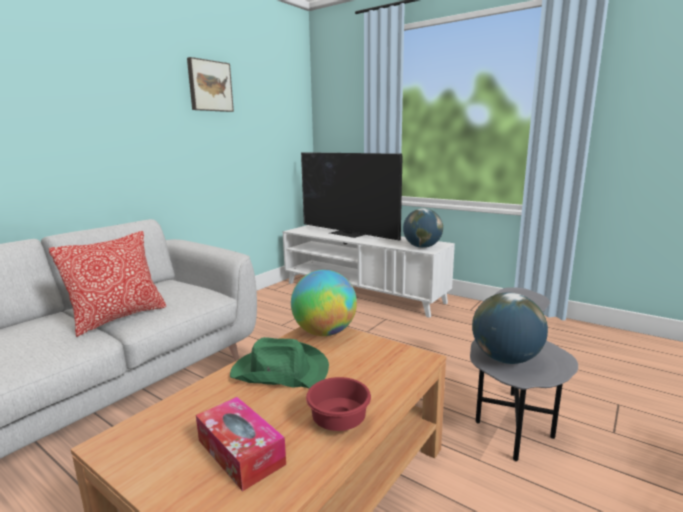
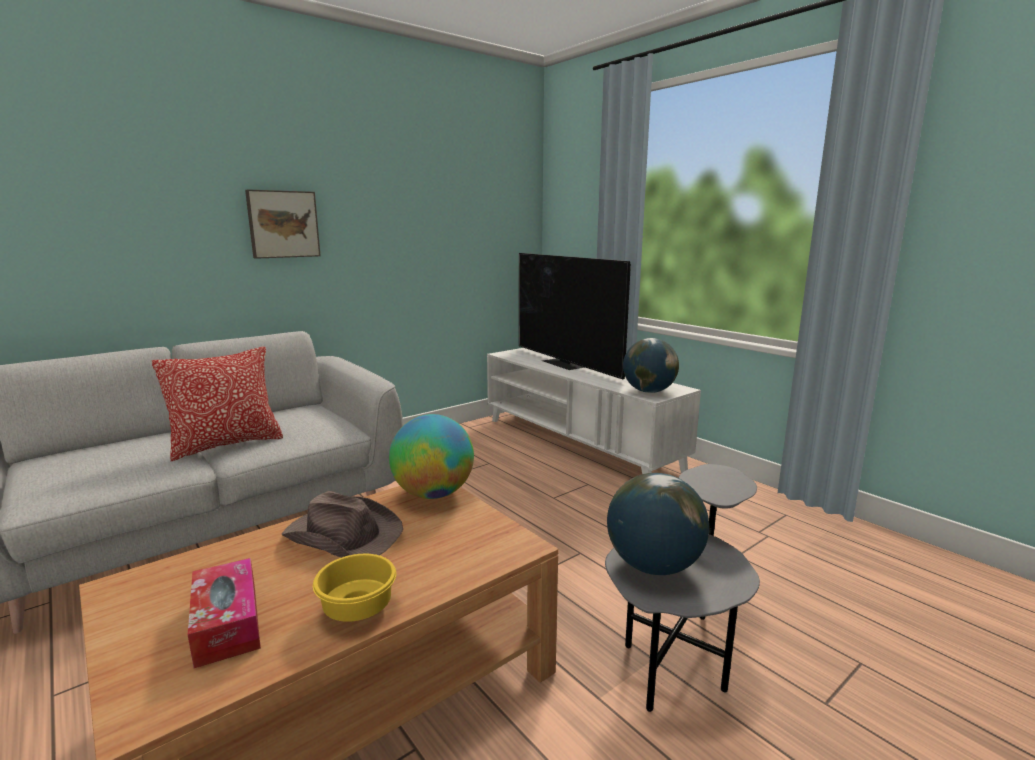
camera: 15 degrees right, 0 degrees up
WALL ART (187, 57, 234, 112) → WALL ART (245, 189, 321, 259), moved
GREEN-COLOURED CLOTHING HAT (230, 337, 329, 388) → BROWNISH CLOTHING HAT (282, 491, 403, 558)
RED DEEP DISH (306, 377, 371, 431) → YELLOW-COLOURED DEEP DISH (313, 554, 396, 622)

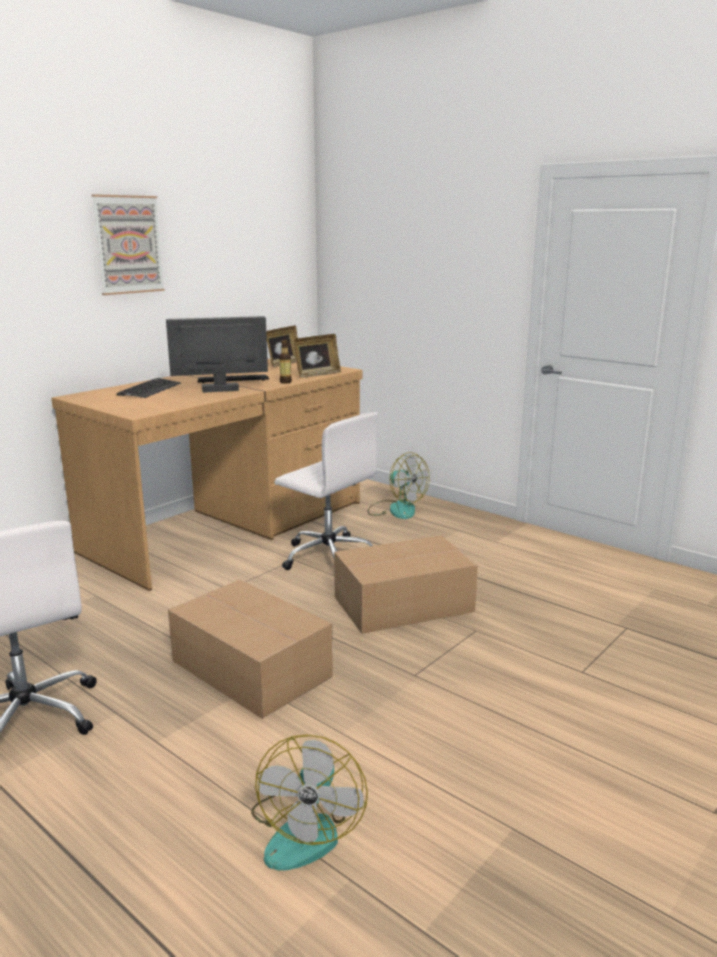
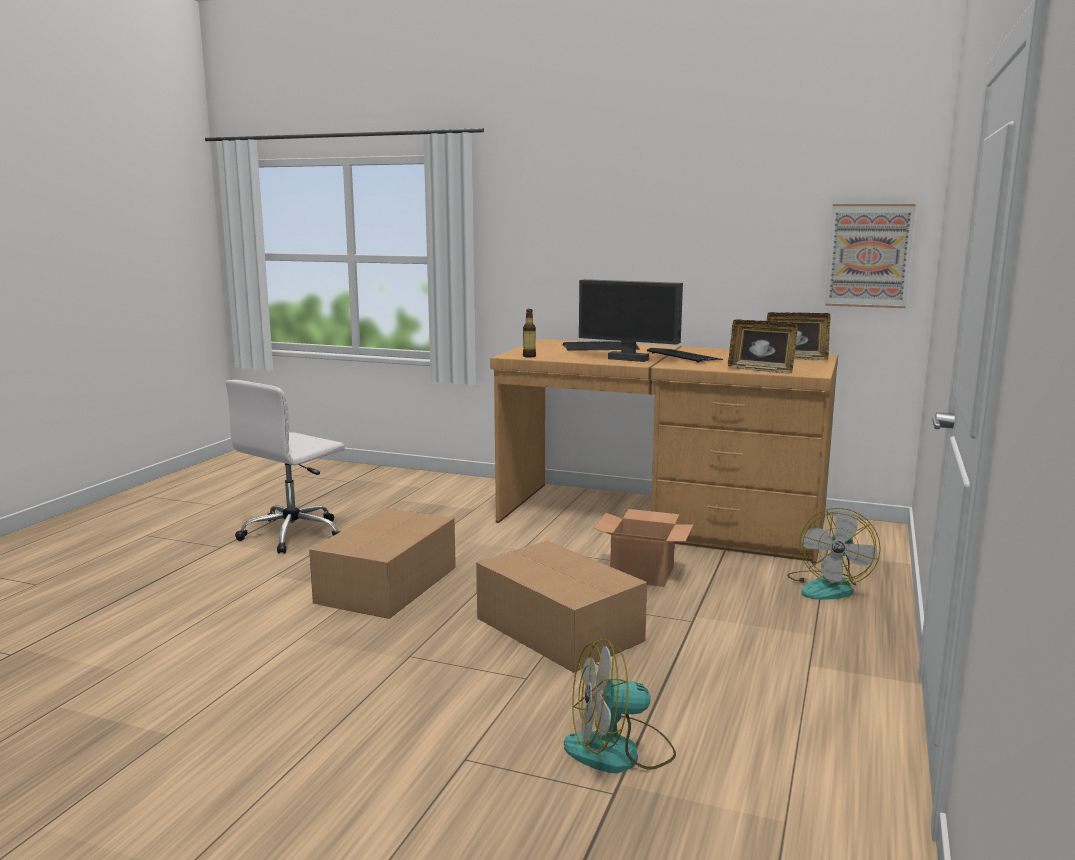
camera: 70 degrees right, 5 degrees down
WALL ART (92, 194, 165, 295) → WALL ART (825, 204, 916, 308), moved
COMPUTER SCREEN (166, 316, 268, 393) → COMPUTER SCREEN (579, 279, 683, 362), 150 degrees clockwise
BEVERAGE BOTTLE (279, 340, 292, 384) → BEVERAGE BOTTLE (523, 309, 536, 357), moved
WHITE-COLOURED COMPUTER CHAIR (275, 412, 378, 570) → PACKING BOX (594, 509, 693, 587)
COOLING FAN (251, 735, 368, 871) → COOLING FAN (564, 638, 676, 773), moved

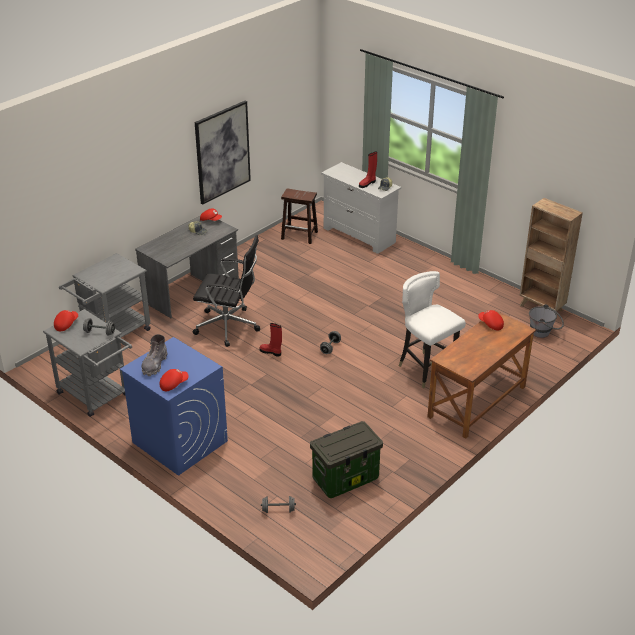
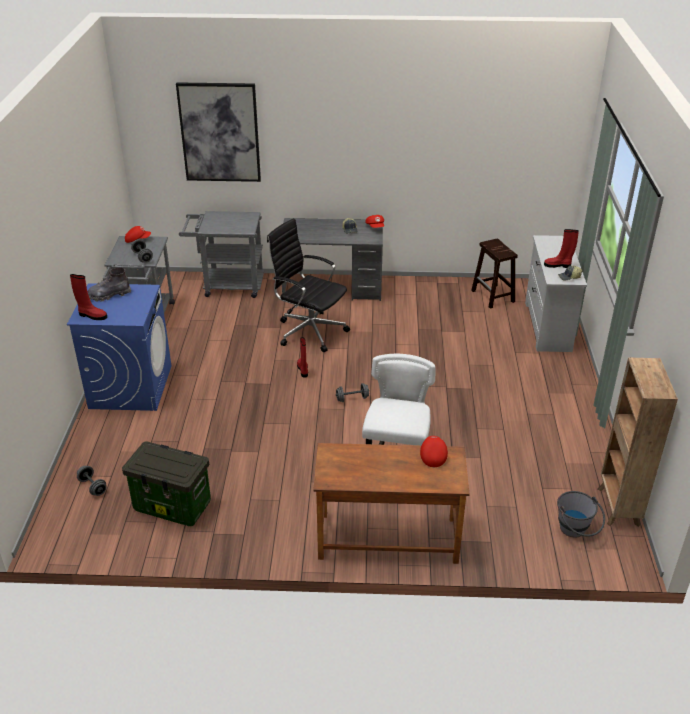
camera: 50 degrees right, 0 degrees up
WALL ART (195, 101, 251, 205) → WALL ART (176, 82, 261, 182), moved
BLACK COMPUTER CHAIR (193, 235, 260, 347) → BLACK COMPUTER CHAIR (267, 218, 350, 352), 150 degrees clockwise
RED CAP (160, 369, 189, 391) → RED HIGH-TOP BOOT (70, 274, 107, 320)

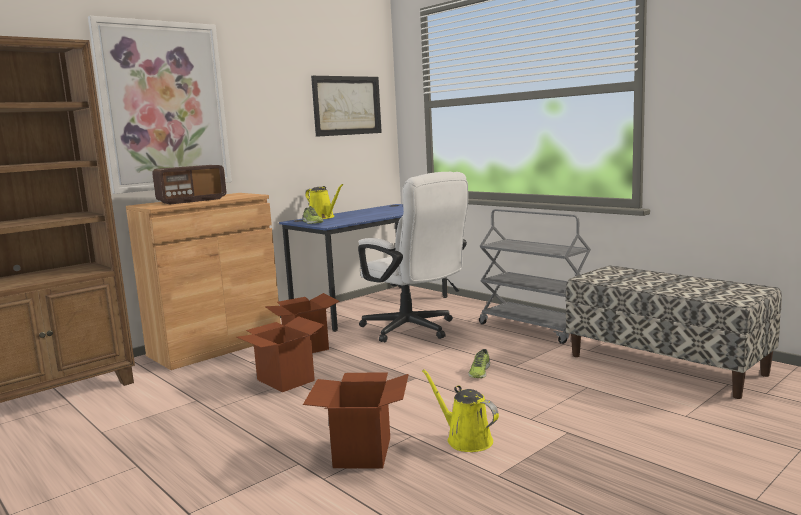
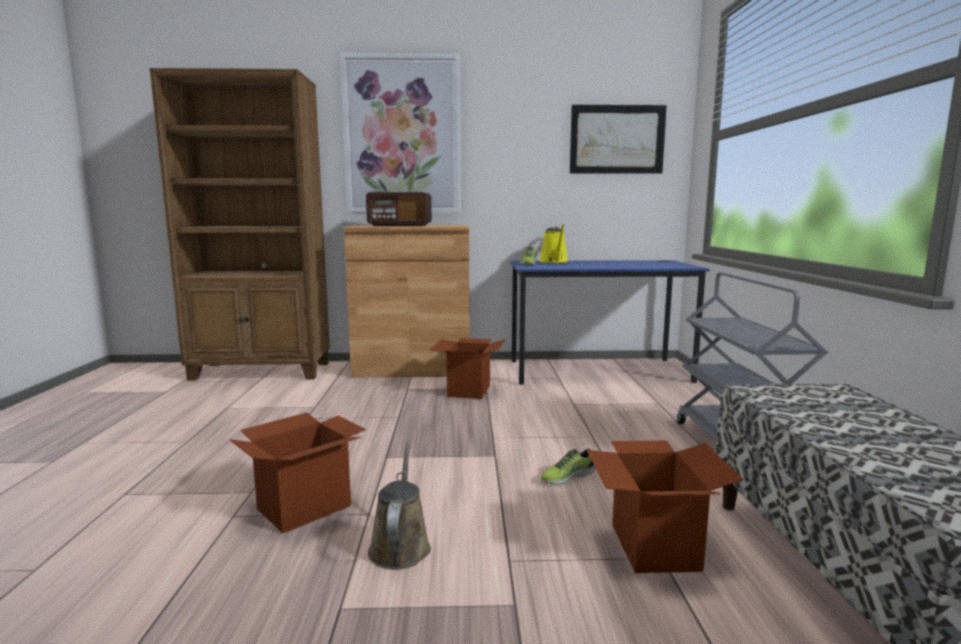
camera: 40 degrees right, 0 degrees up
WHITE-COLOURED COMPUTER CHAIR (358, 172, 468, 342) → -
PACKING BOX (236, 316, 324, 392) → PACKING BOX (586, 440, 744, 573), moved
YELLOW-COLOURED SPRINKLING CAN (422, 369, 499, 452) → BROWNISH SPRINKLING CAN (368, 440, 431, 570)

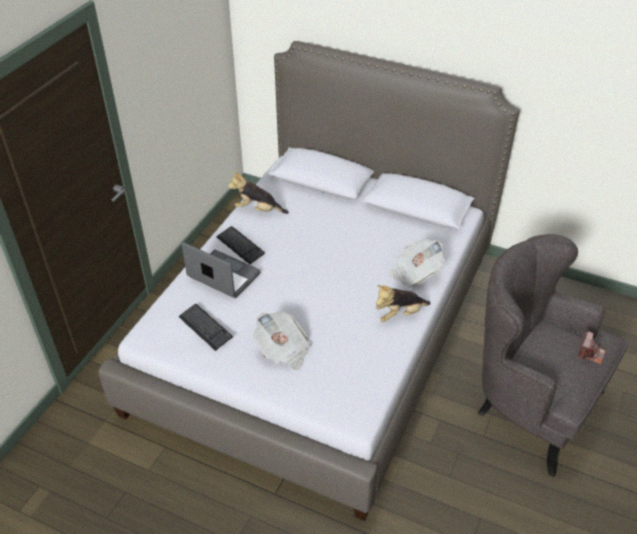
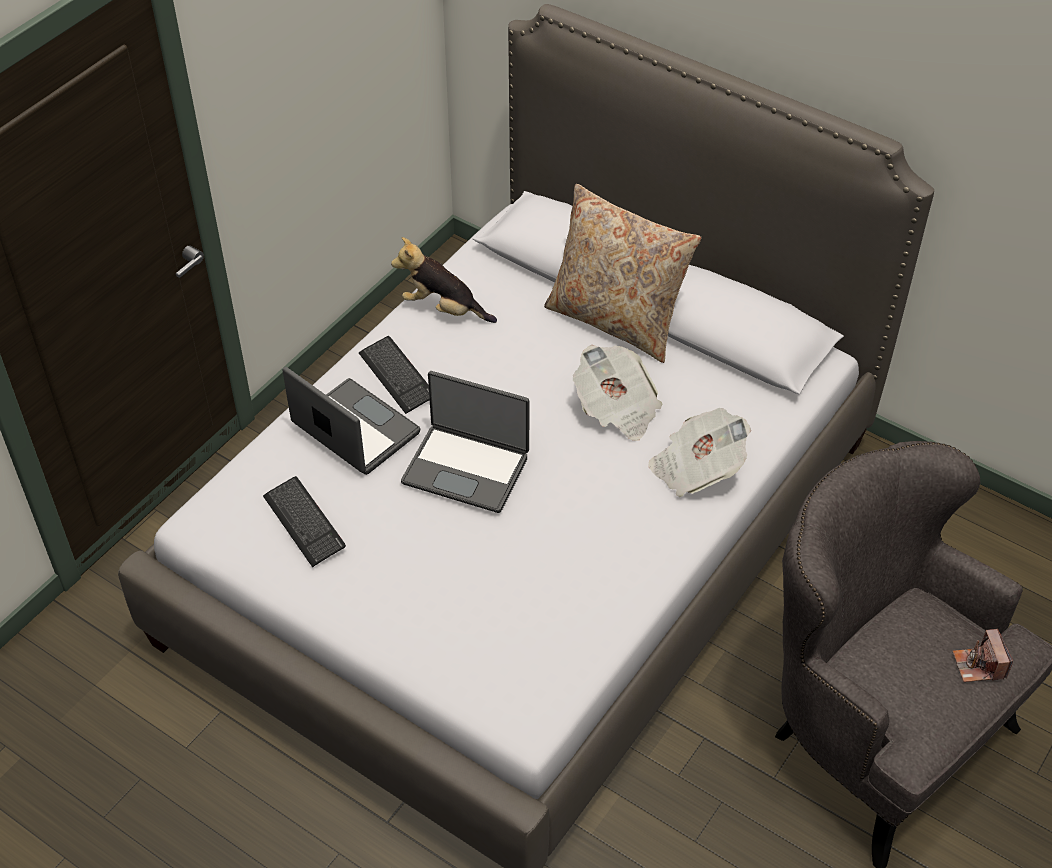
camera: 10 degrees right, 5 degrees up
SOFT TOY (376, 285, 431, 322) → -
DAILY PAPER (253, 311, 311, 370) → DAILY PAPER (573, 345, 663, 441), moved
PHOTO CAMERA (578, 331, 606, 364) → PHOTO CAMERA (953, 629, 1013, 682), 135 degrees clockwise
- → SAND-COLOURED CUSHION (544, 184, 701, 363)
- → PORTABLE COMPUTER (401, 371, 529, 513)

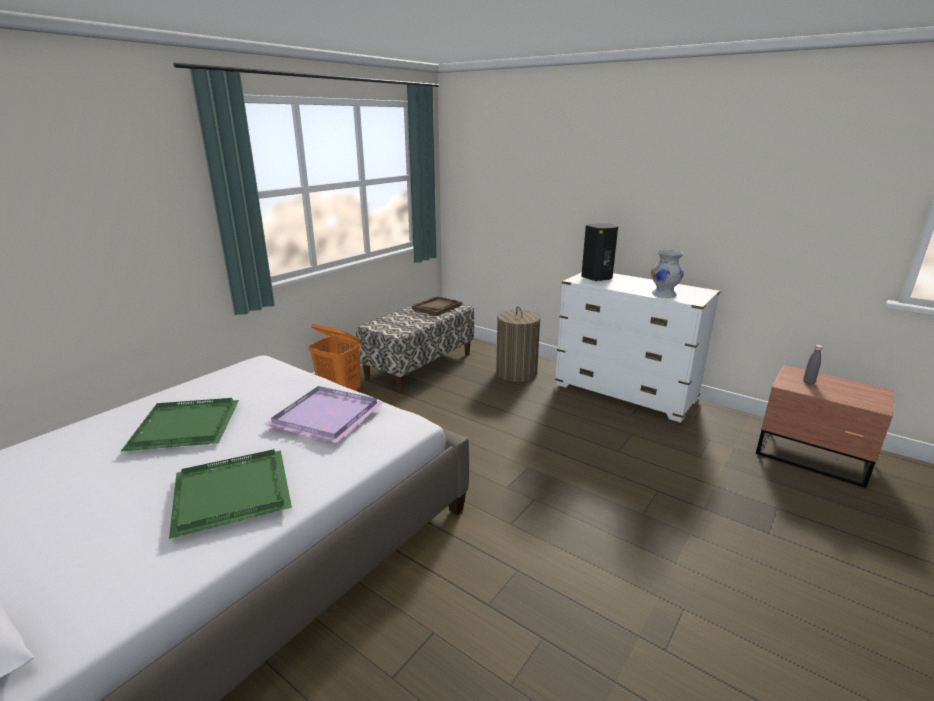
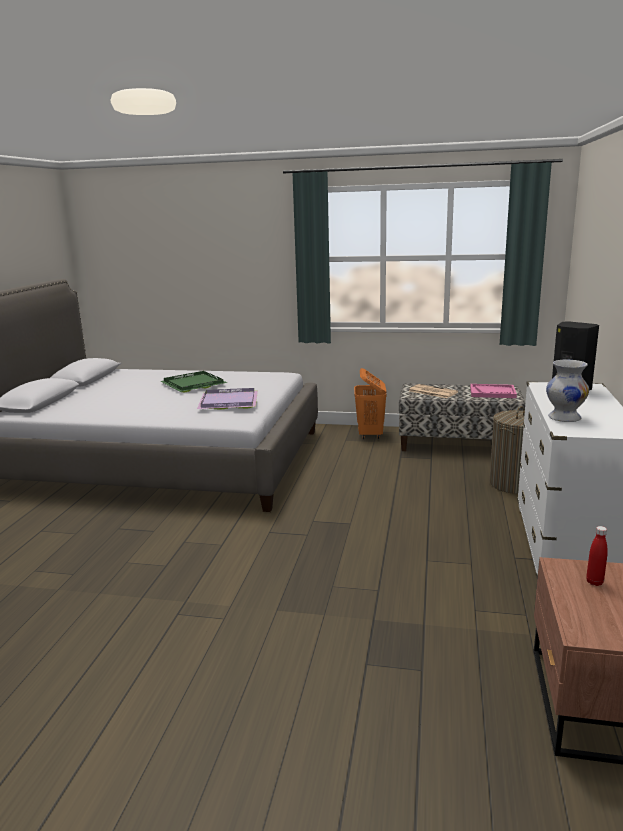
camera: 65 degrees right, 5 degrees down
BROWNISH TRAY (412, 296, 462, 316) → PINK-COLOURED TRAY (470, 384, 517, 398)
GREYISH BEVERAGE BOTTLE (803, 345, 823, 385) → RED BEVERAGE BOTTLE (586, 526, 608, 586)
GREEN-COLOURED TRAY (169, 449, 292, 539) → -
- → DAILY PAPER (409, 384, 458, 398)

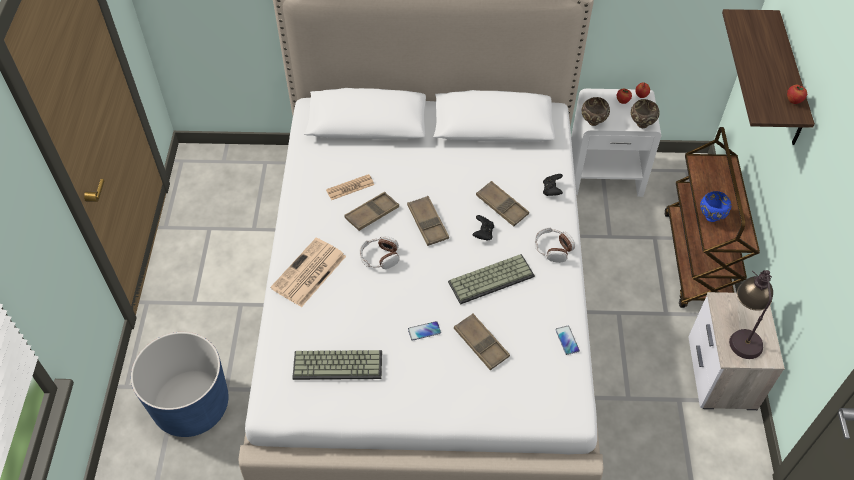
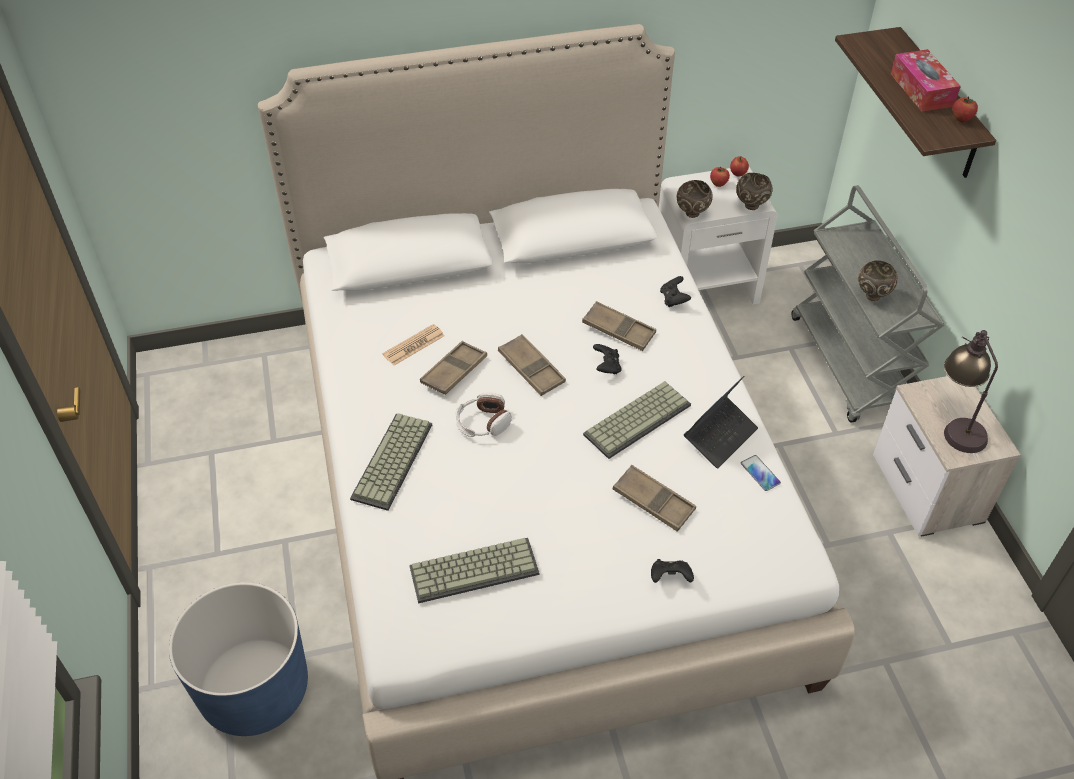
camera: 15 degrees left, 5 degrees down
BROWNISH WHEELED CART (664, 127, 760, 308) → GREYISH WHEELED CART (791, 185, 944, 423)
BLUISH DEEP DISH (700, 191, 731, 222) → BROWNISH DEEP DISH (858, 261, 897, 301)
HEADSET (534, 228, 575, 263) → -
DAILY PAPER (270, 238, 346, 307) → KEYBOARD (350, 413, 432, 511)
HANDSET (408, 321, 441, 341) → -
- → TISSUE HOLDER (891, 49, 961, 112)
- → PORTABLE COMPUTER (684, 376, 758, 469)
- → BLACK GAMEPAD (651, 559, 694, 583)

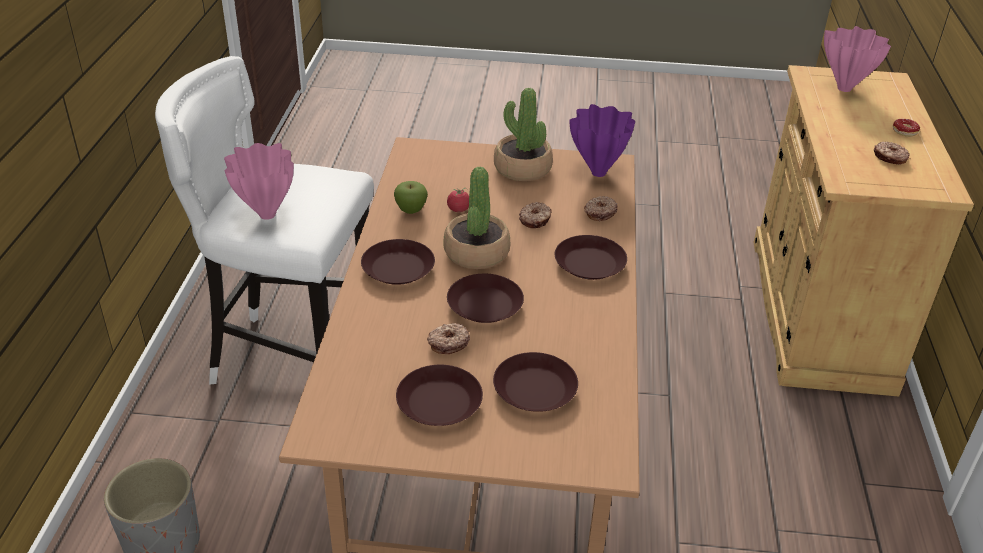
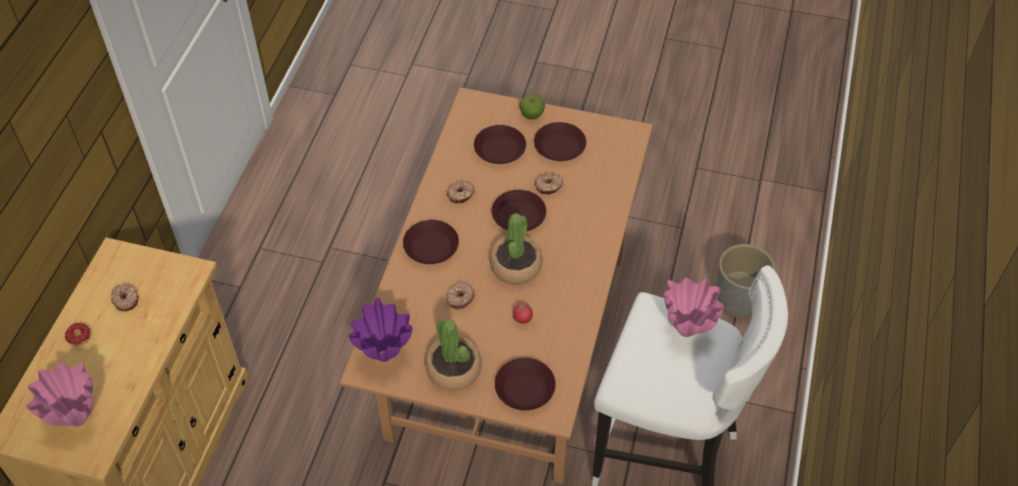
camera: 170 degrees left, 15 degrees up
APPLE FRUIT (394, 181, 428, 214) → APPLE FRUIT (520, 94, 545, 120), moved
DOUGHNUT (584, 196, 618, 221) → DOUGHNUT (447, 181, 475, 203), moved
BROWNISH DINNER PLATE (361, 239, 435, 285) → BROWNISH DINNER PLATE (495, 358, 556, 411), moved

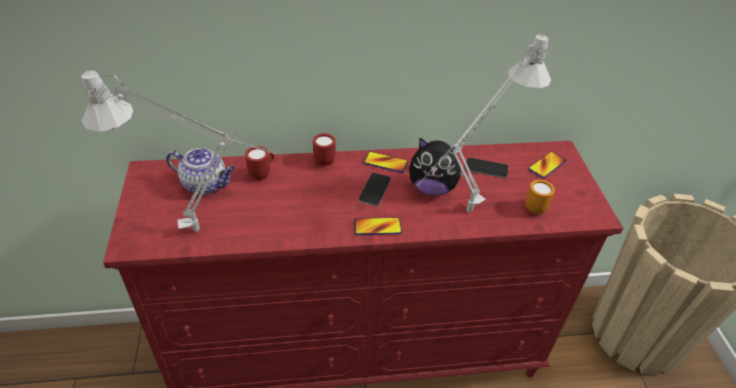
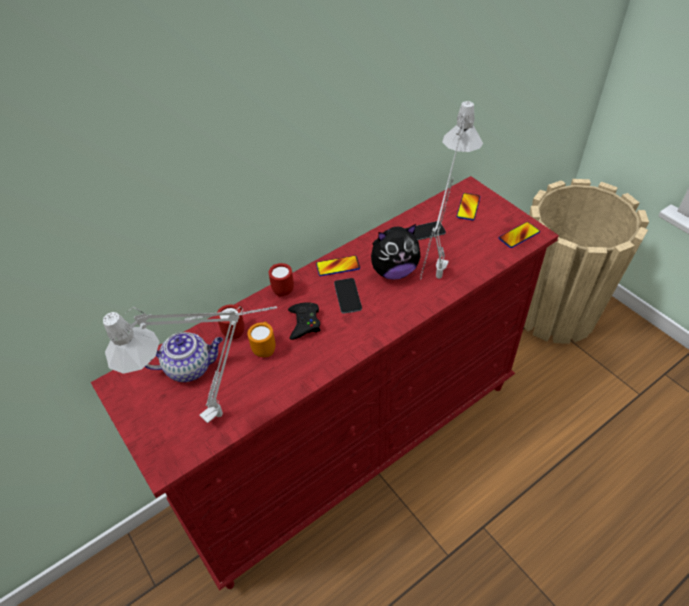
camera: 25 degrees left, 5 degrees up
ORANGEY TEA MUG (525, 180, 555, 214) → ORANGEY TEA MUG (247, 322, 275, 357), moved
HANDSET (354, 217, 402, 235) → HANDSET (499, 222, 540, 248), moved
- → BLACK GAMEPAD (288, 303, 321, 340)

